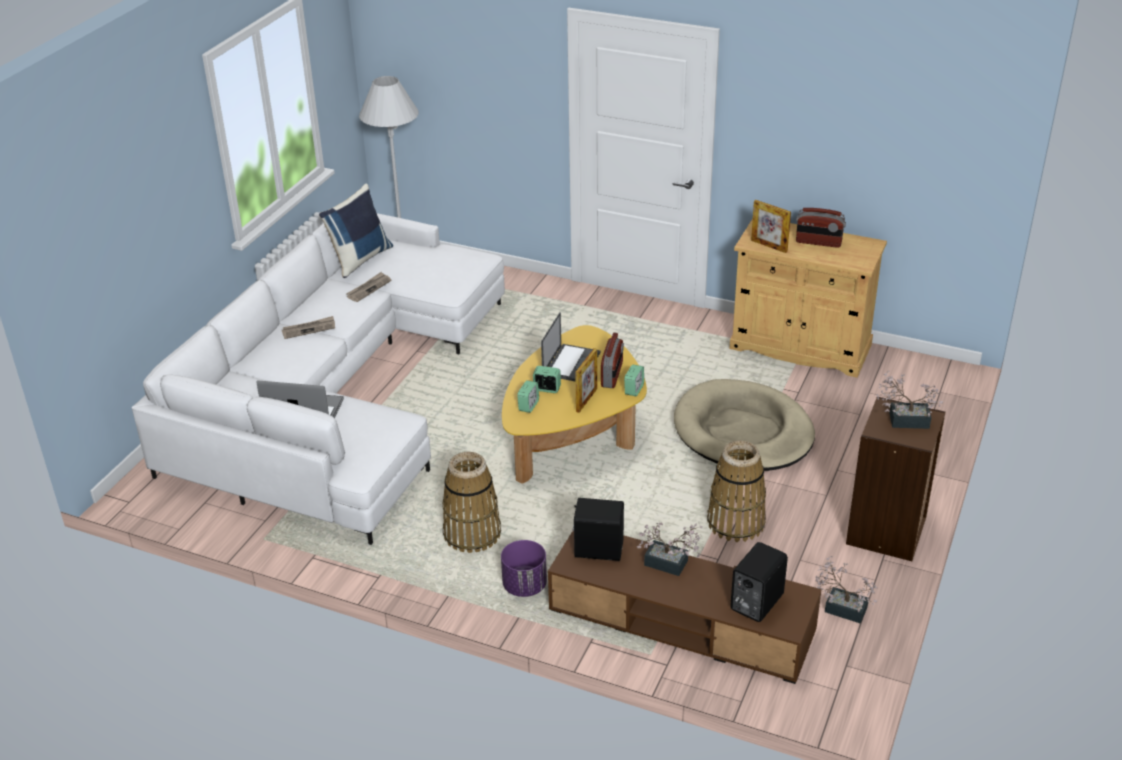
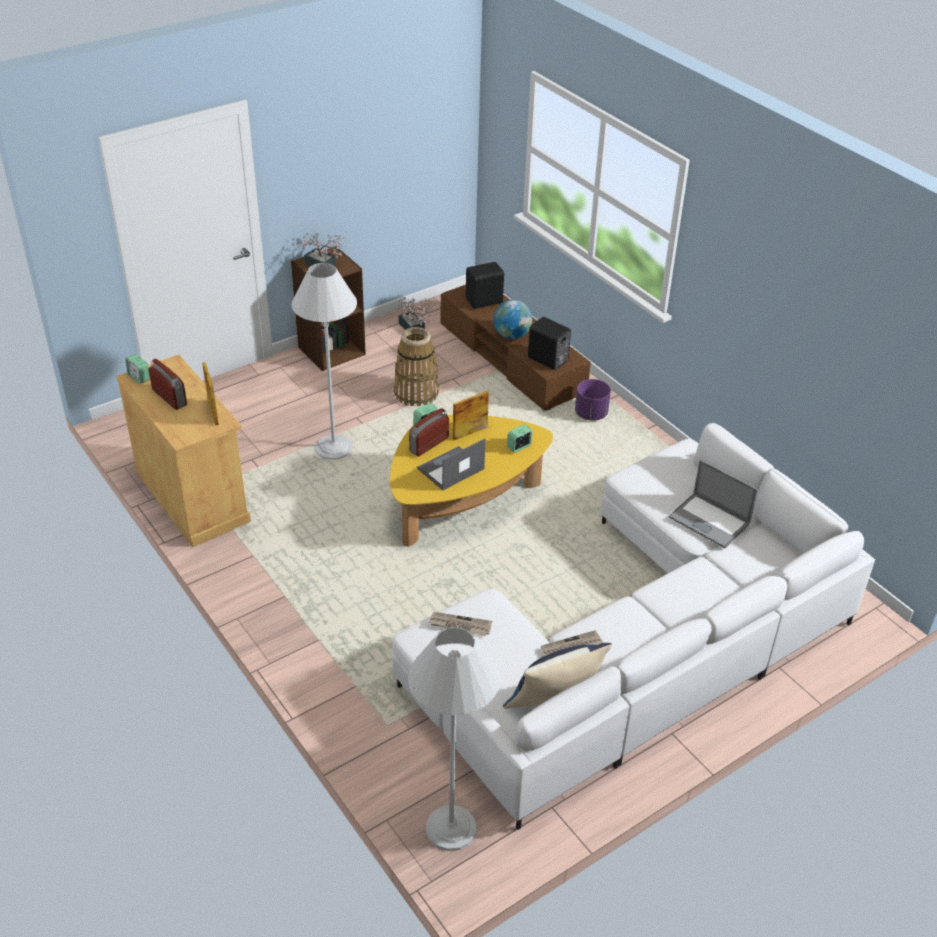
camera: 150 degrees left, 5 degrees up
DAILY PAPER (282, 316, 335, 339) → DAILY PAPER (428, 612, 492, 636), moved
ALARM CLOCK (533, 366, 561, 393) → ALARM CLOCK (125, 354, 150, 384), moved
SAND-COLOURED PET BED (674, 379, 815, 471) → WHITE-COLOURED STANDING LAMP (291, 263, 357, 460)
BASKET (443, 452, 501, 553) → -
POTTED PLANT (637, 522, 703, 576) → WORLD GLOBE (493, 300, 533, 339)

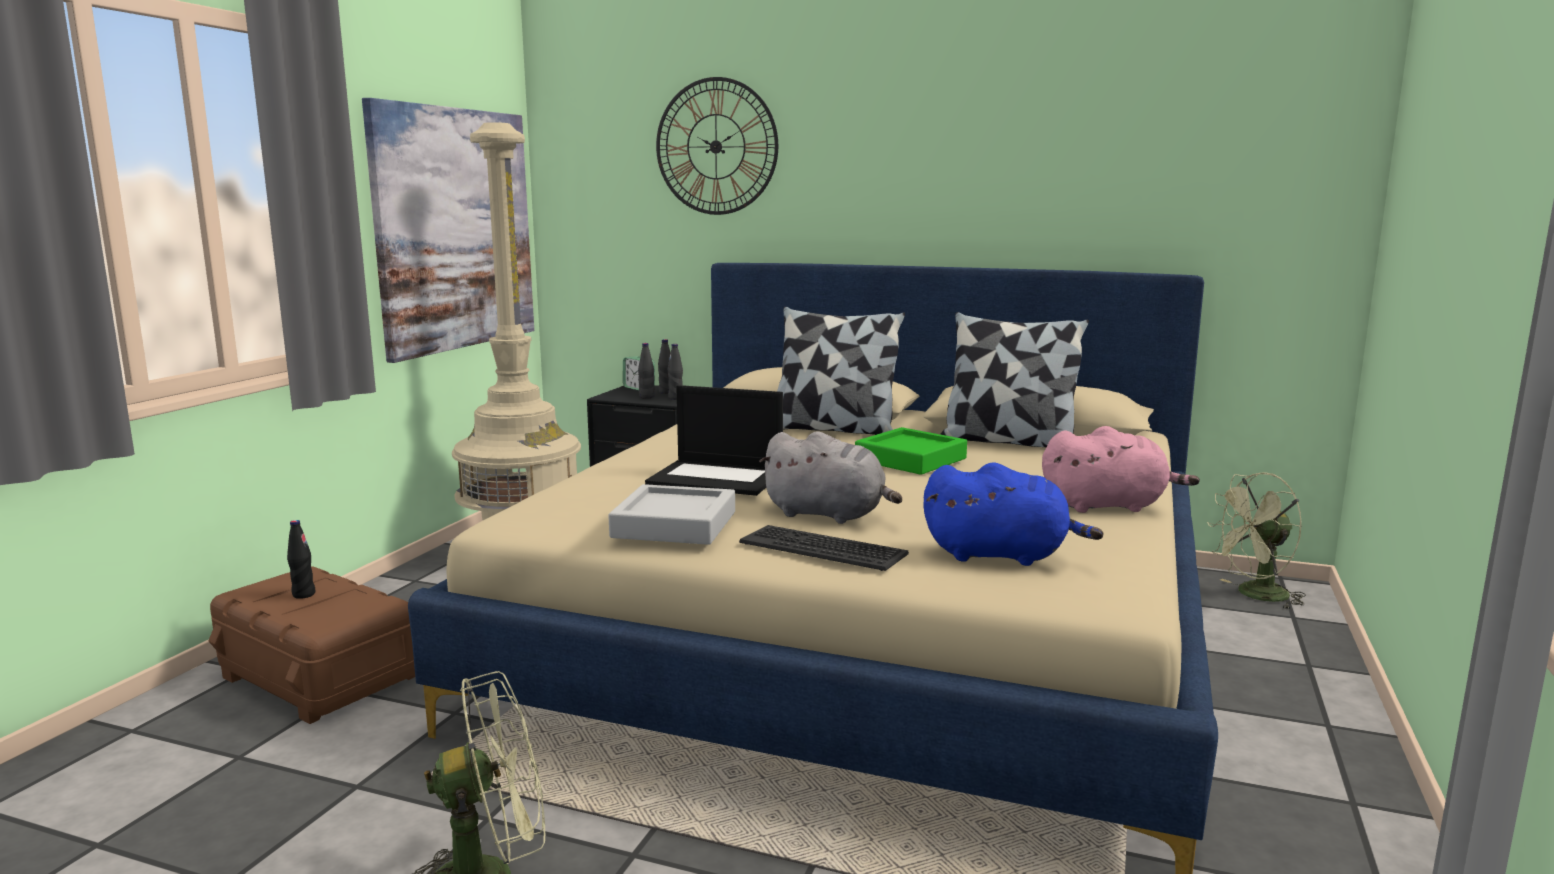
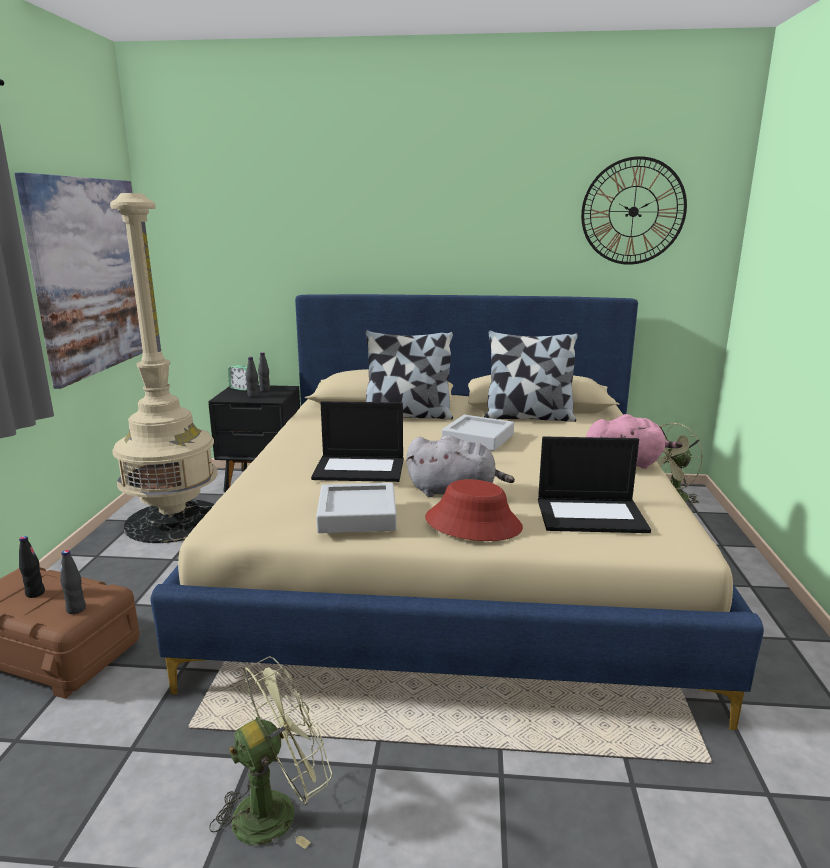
camera: 15 degrees left, 5 degrees up
HANGING CLOCK (656, 77, 778, 215) → HANGING CLOCK (581, 156, 687, 265), moved
BLACK BEVERAGE BOTTLE (668, 344, 683, 400) → BLACK BEVERAGE BOTTLE (60, 550, 86, 614), moved
GREEN-COLOURED TRAY (855, 427, 967, 475) → GREYISH TRAY (442, 415, 514, 451)
BLUISH SOFT TOY (923, 462, 1103, 566) → PORTABLE COMPUTER (538, 437, 651, 533)
KEYBOARD (739, 525, 909, 571) → RED CLOTHING HAT (425, 479, 523, 541)

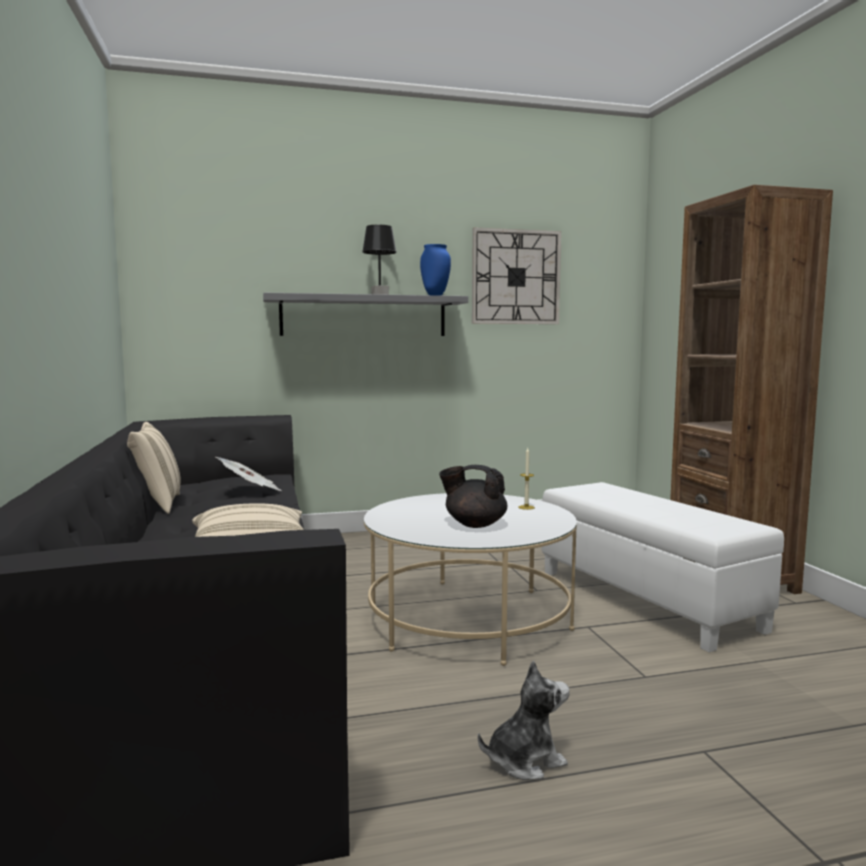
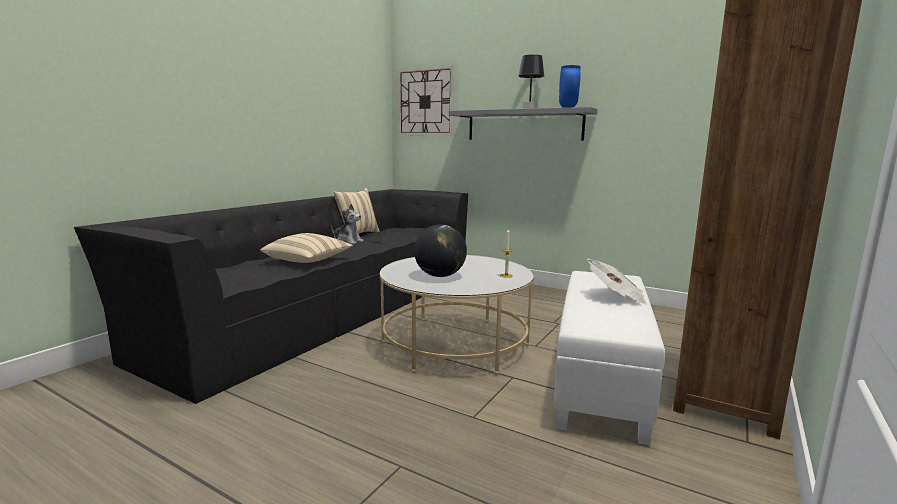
camera: 45 degrees right, 5 degrees up
HANGING CLOCK (472, 228, 561, 324) → HANGING CLOCK (398, 66, 454, 135), moved
DAILY PAPER (215, 457, 282, 491) → DAILY PAPER (587, 258, 647, 305), moved
BLACK TEAPOT (439, 465, 507, 528) → WORLD GLOBE (414, 224, 467, 277)
SOFT TOY (478, 661, 570, 780) → SOFT TOY (331, 204, 364, 244), moved

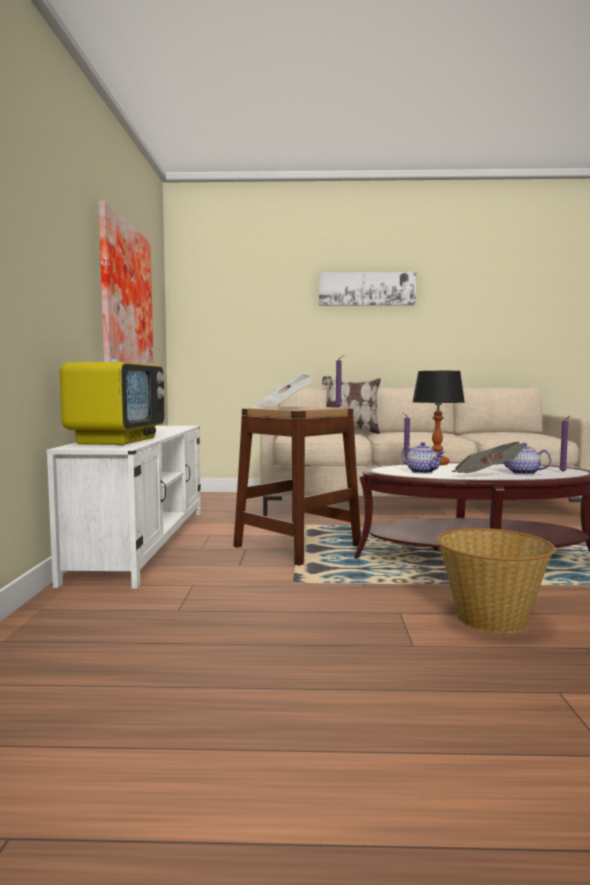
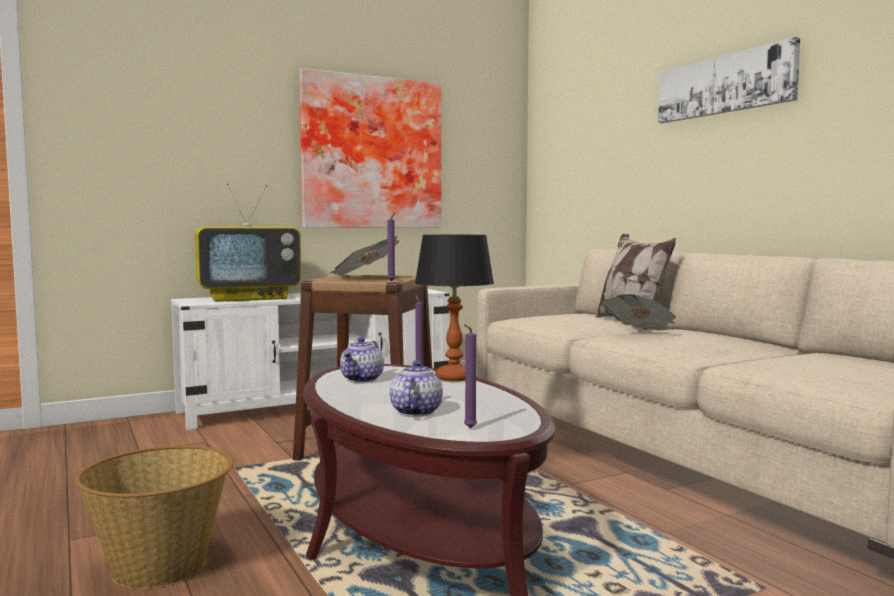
camera: 60 degrees right, 0 degrees up
DAILY PAPER (452, 442, 525, 473) → DAILY PAPER (601, 294, 676, 330), moved

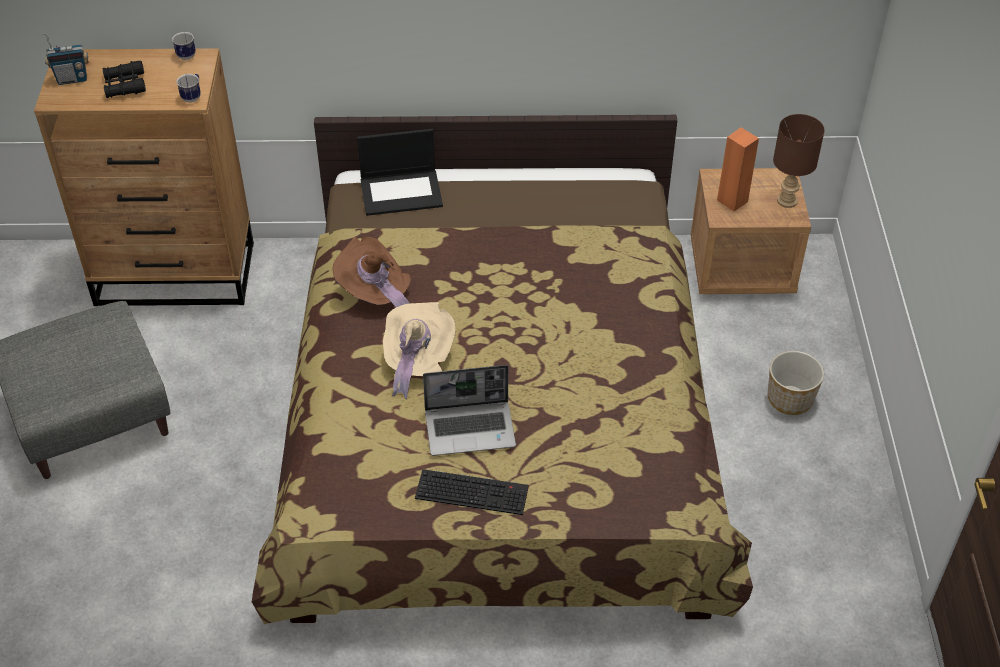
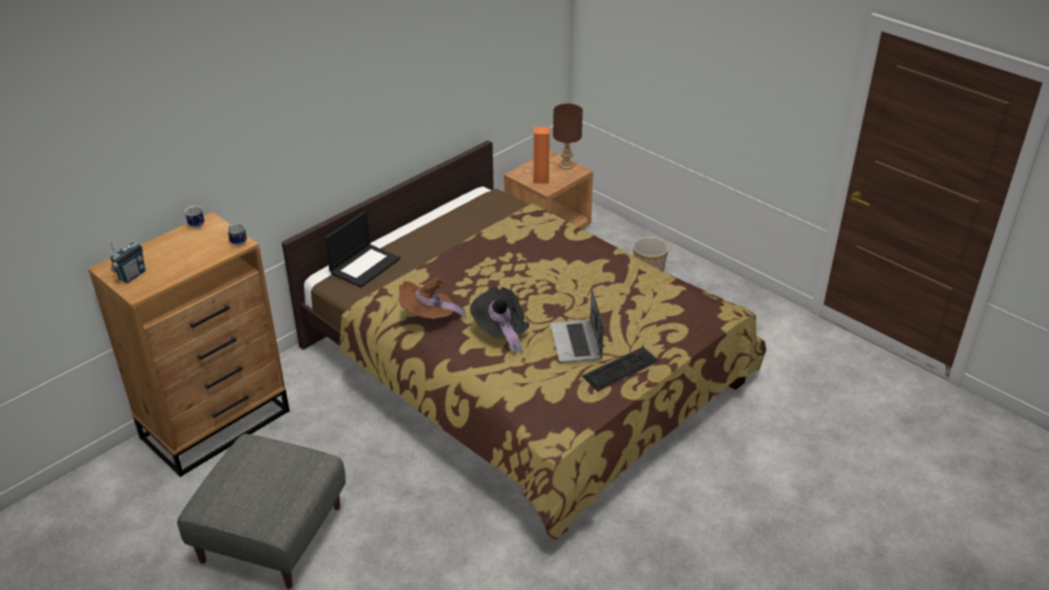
camera: 45 degrees left, 10 degrees down
BLACK PAIR OF BINOCULARS (102, 61, 146, 98) → -
SAND-COLOURED CLOTHING HAT (383, 302, 455, 399) → BLACK CLOTHING HAT (470, 286, 529, 356)
PORTABLE COMPUTER (423, 365, 516, 456) → PORTABLE COMPUTER (550, 289, 604, 363), 135 degrees clockwise

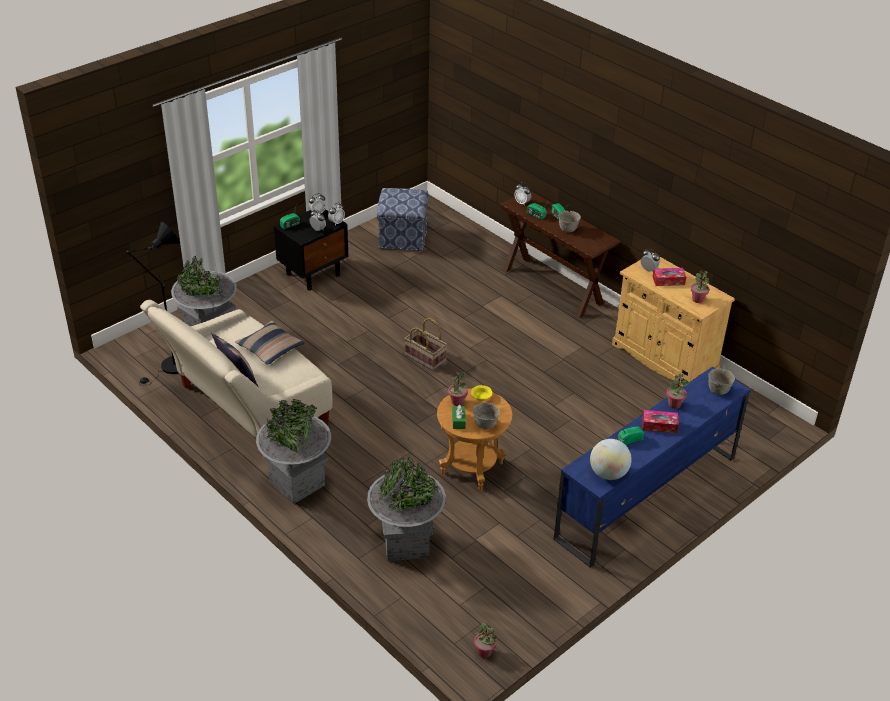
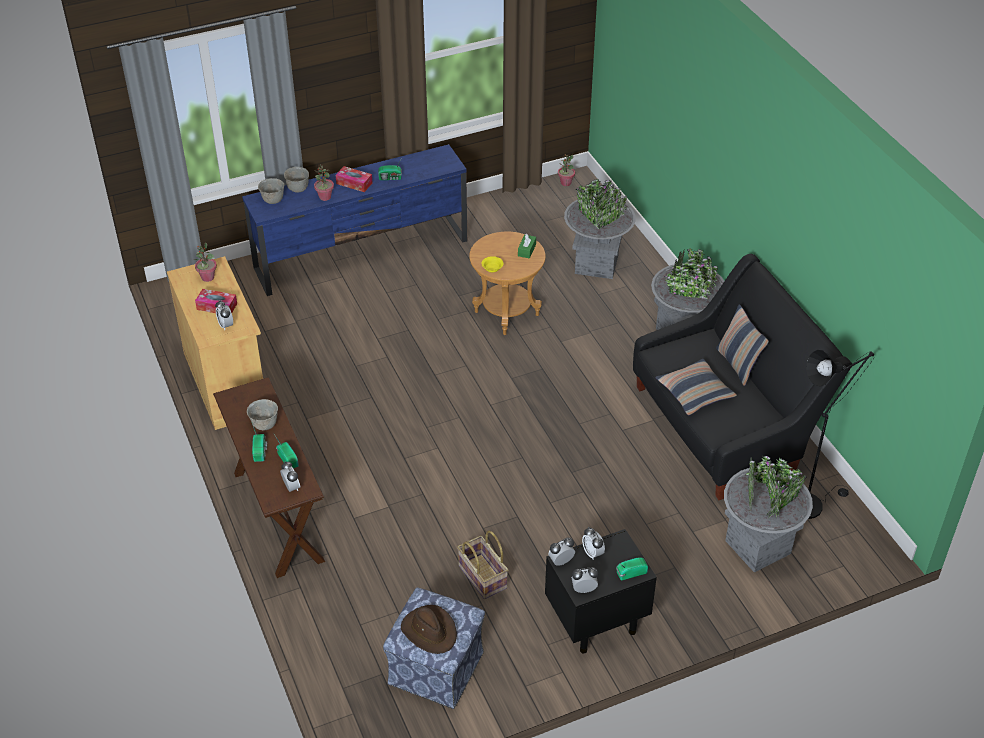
camera: 160 degrees left, 5 degrees up
SAND-COLOURED SETTEE (140, 300, 332, 438) → BLACK SETTEE (633, 254, 852, 500)
BASKET (404, 318, 447, 371) → BASKET (457, 530, 508, 599), moved
POTTED PLANT (448, 371, 468, 406) → -
GREYISH DEEP DISH (473, 402, 500, 429) → GREYISH DEEP DISH (284, 167, 309, 193), moved
WORLD GLOBE (590, 439, 632, 480) → -
- → BROWNISH CLOTHING HAT (401, 605, 457, 654)

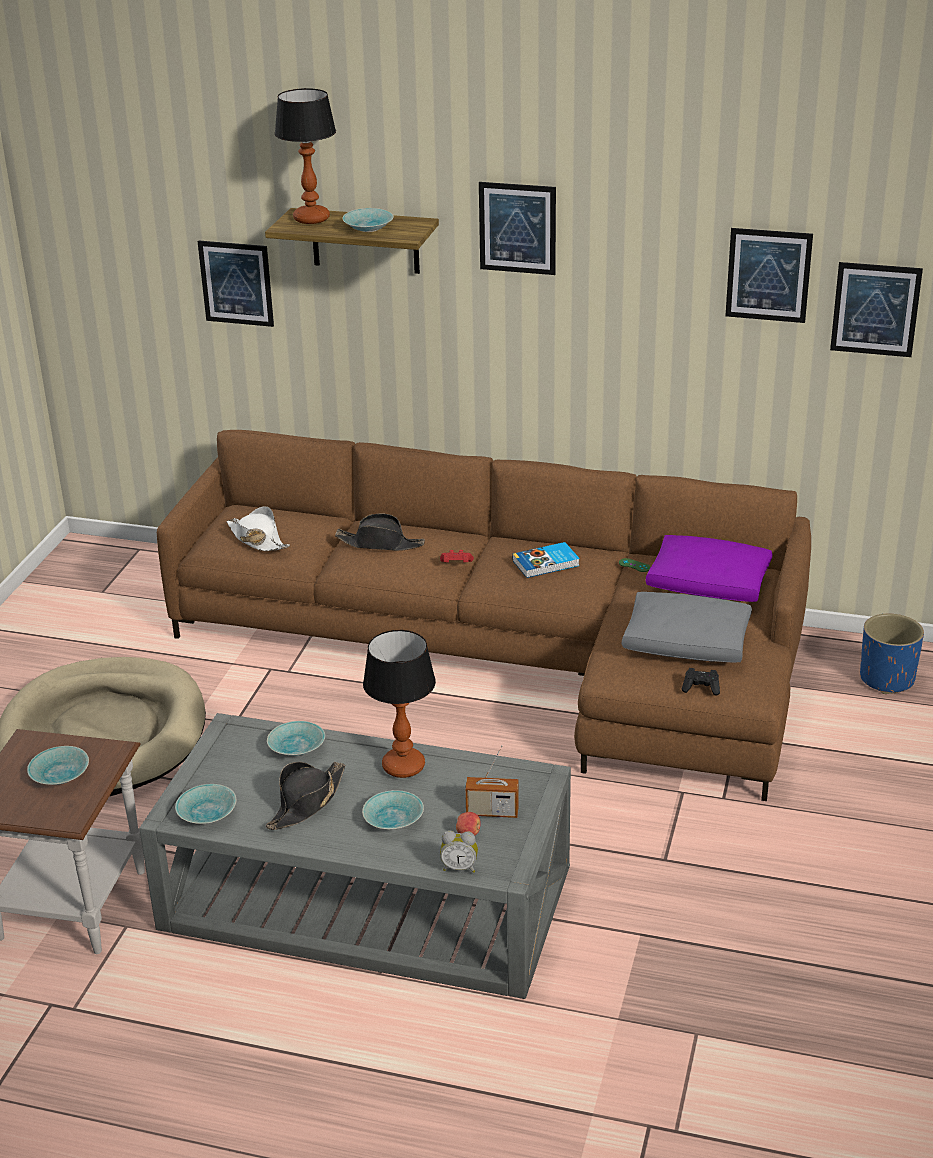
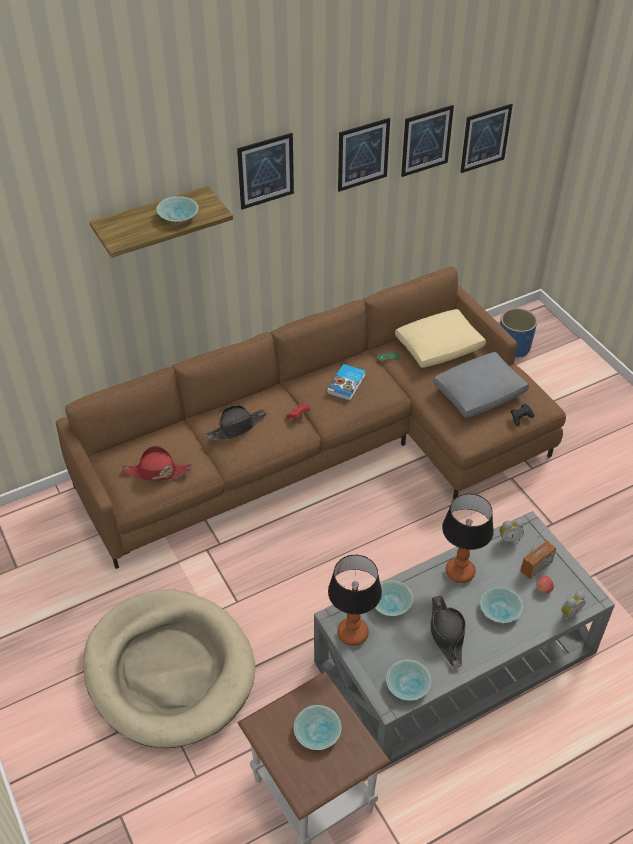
camera: 45 degrees left, 15 degrees up
TABLE LAMP (275, 88, 336, 224) → TABLE LAMP (328, 555, 382, 646), moved
WALL ART (198, 240, 274, 327) → WALL ART (338, 118, 390, 192), moved
WHITE-COLOURED CLOTHING HAT (227, 506, 290, 552) → RED CLOTHING HAT (122, 446, 192, 480)
PURPLISH CUSHION (646, 535, 772, 602) → SAND-COLOURED CUSHION (395, 309, 486, 368)
- → ALARM CLOCK (499, 519, 524, 543)

